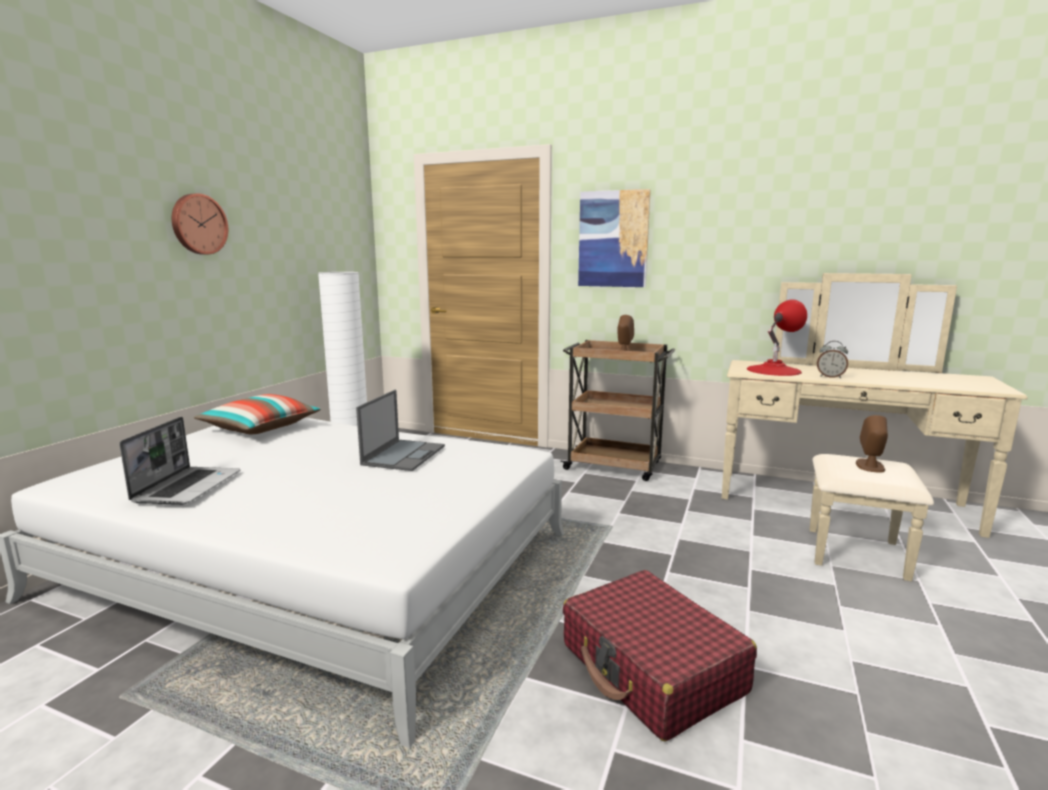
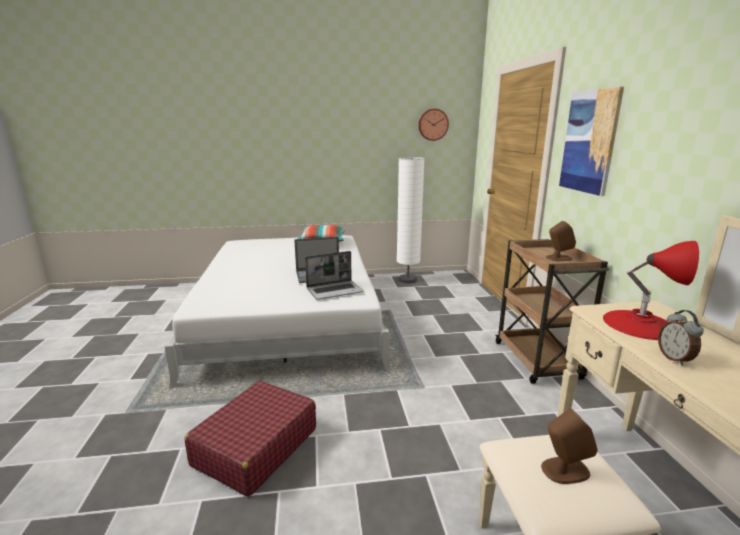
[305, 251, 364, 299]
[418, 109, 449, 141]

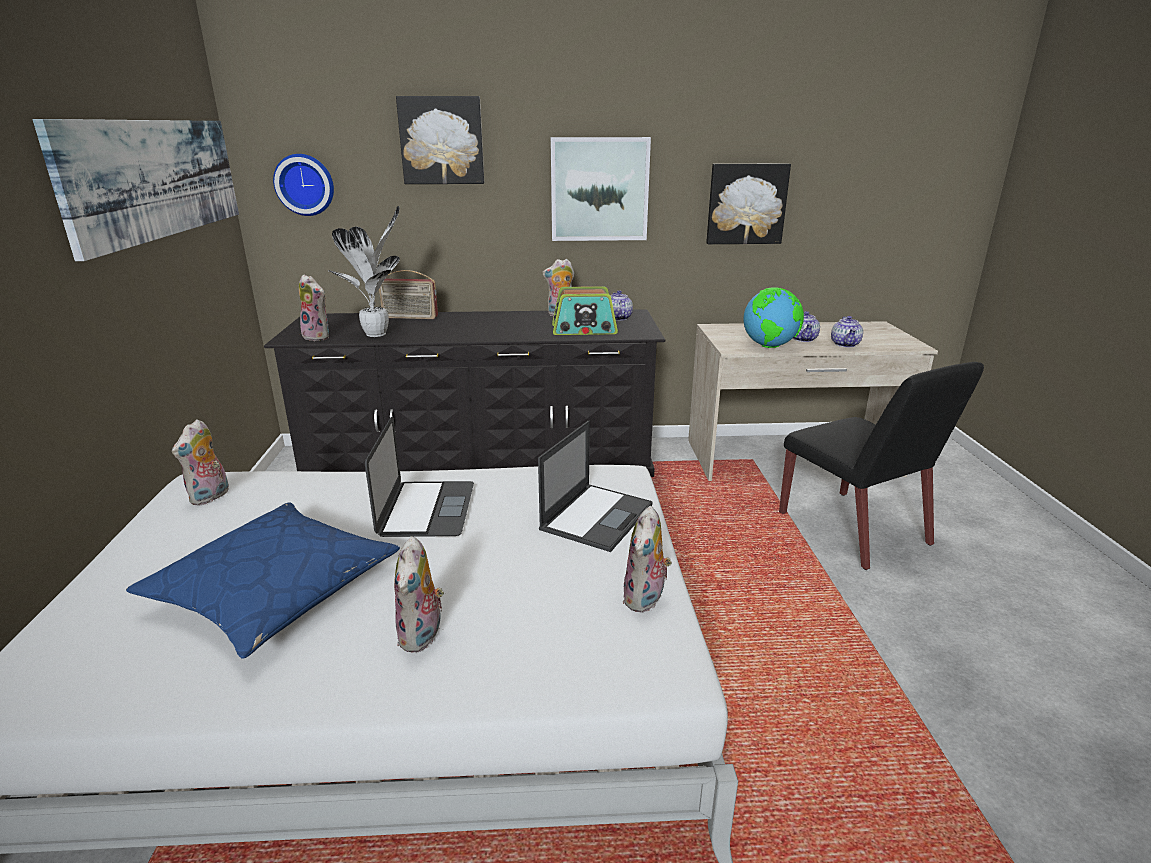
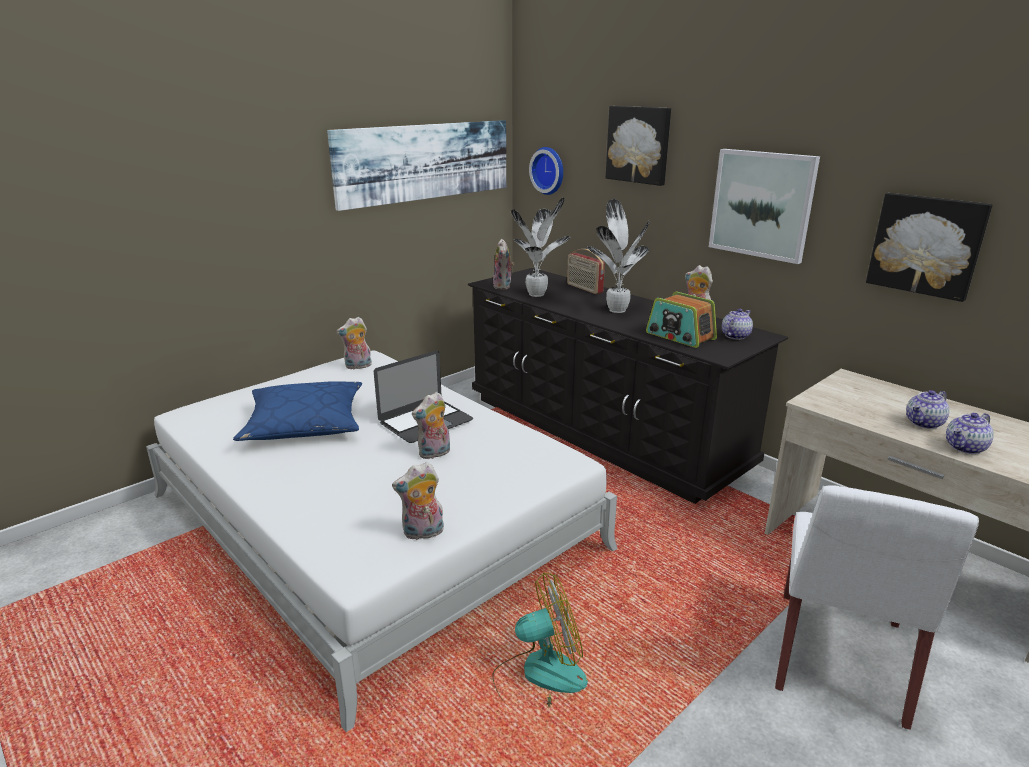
[538, 421, 653, 552] (first image)
[743, 287, 804, 348] (first image)
[492, 573, 588, 707]
[587, 199, 649, 313]
[412, 392, 450, 459]
[775, 485, 979, 730]

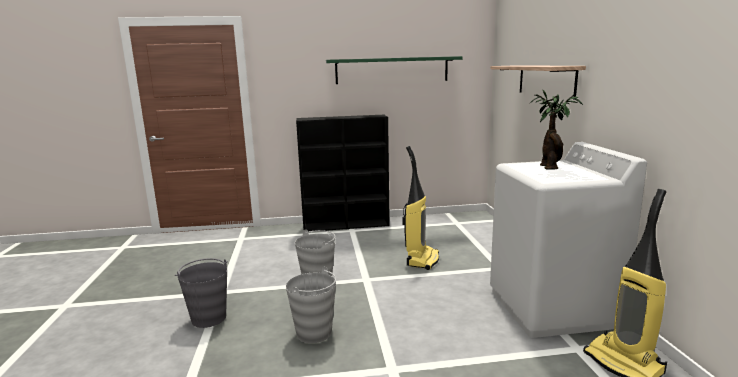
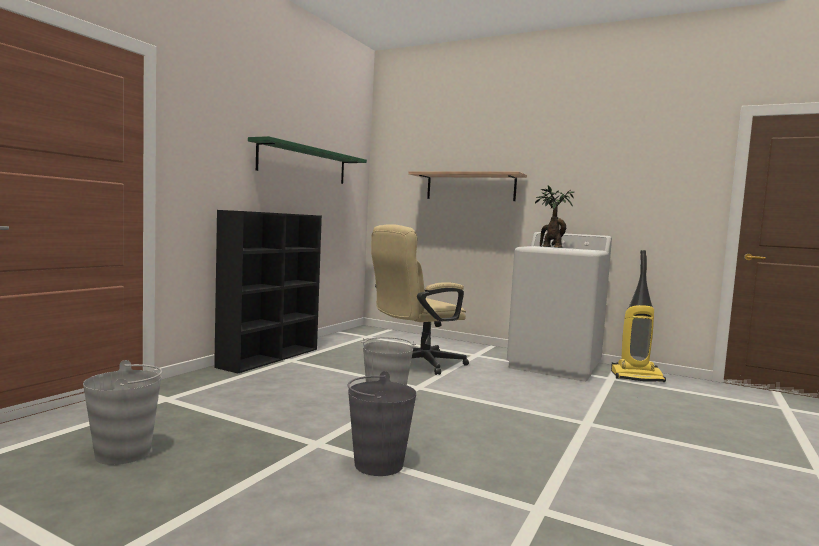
[83, 360, 162, 465]
[371, 224, 469, 375]

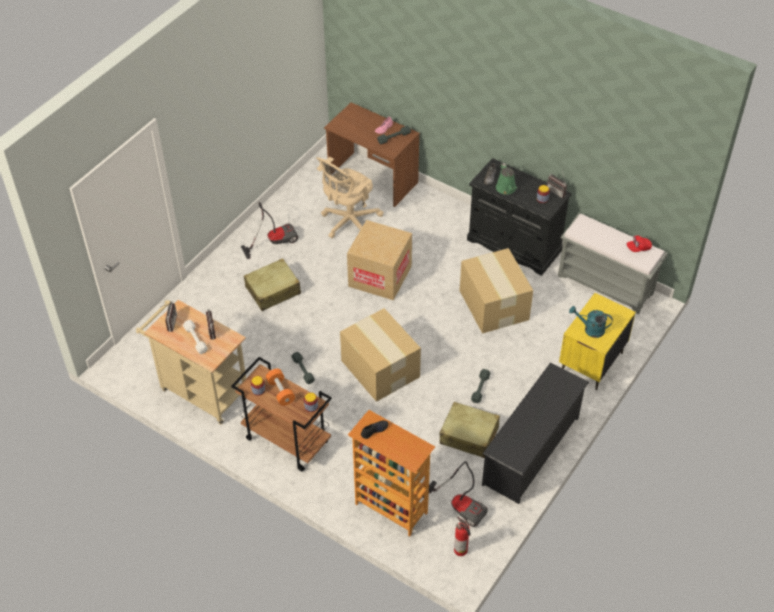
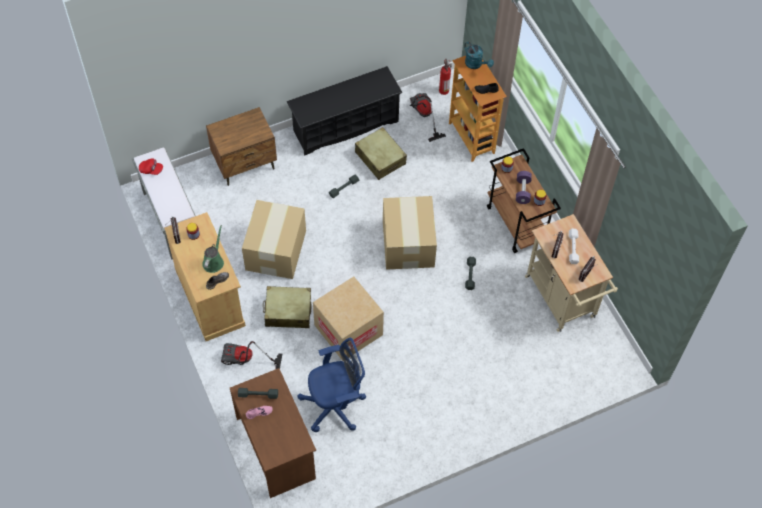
[221, 341, 282, 369]
[263, 286, 312, 328]
[464, 42, 494, 69]
[516, 171, 532, 204]
[297, 338, 366, 432]
[164, 212, 246, 341]
[206, 107, 277, 186]

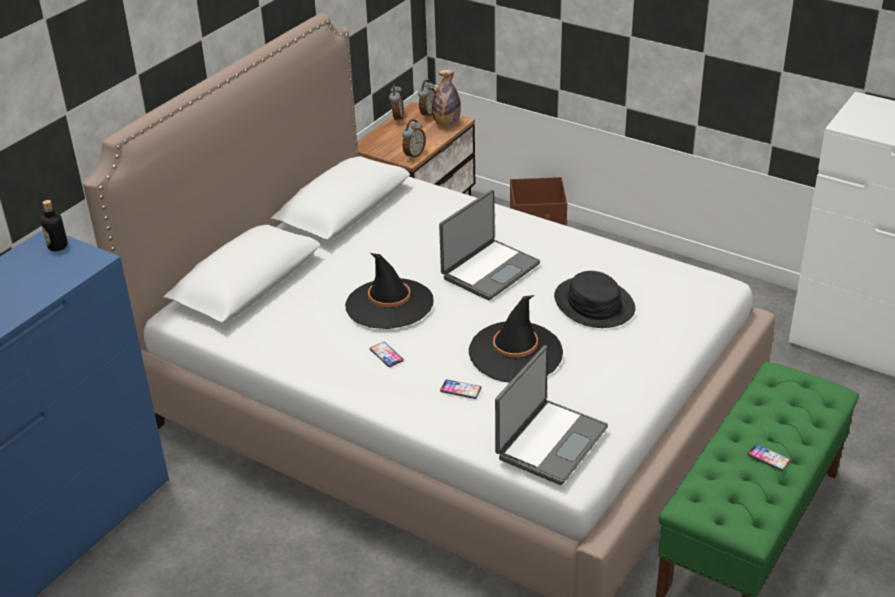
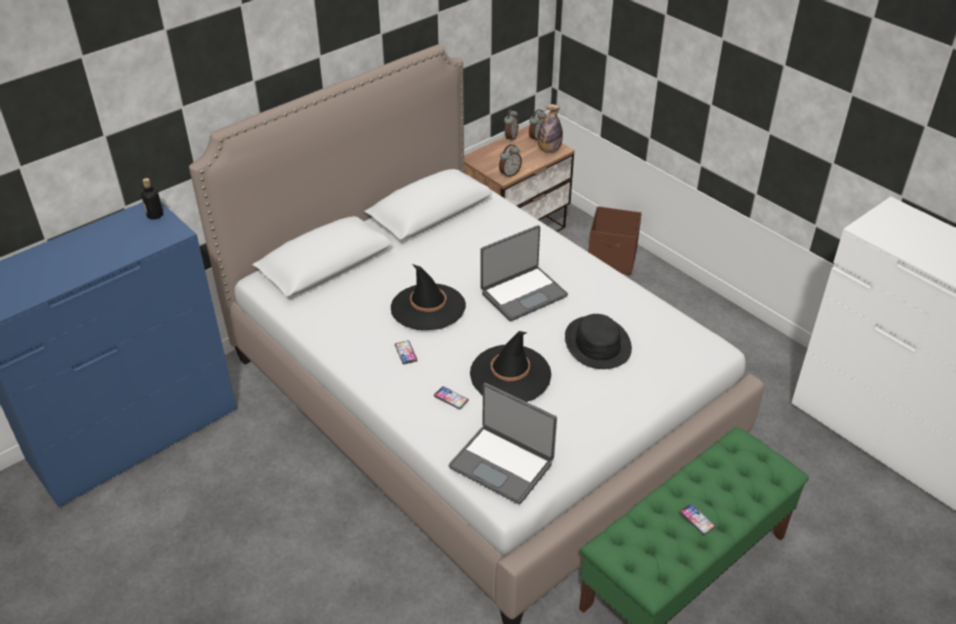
[449, 383, 557, 504]

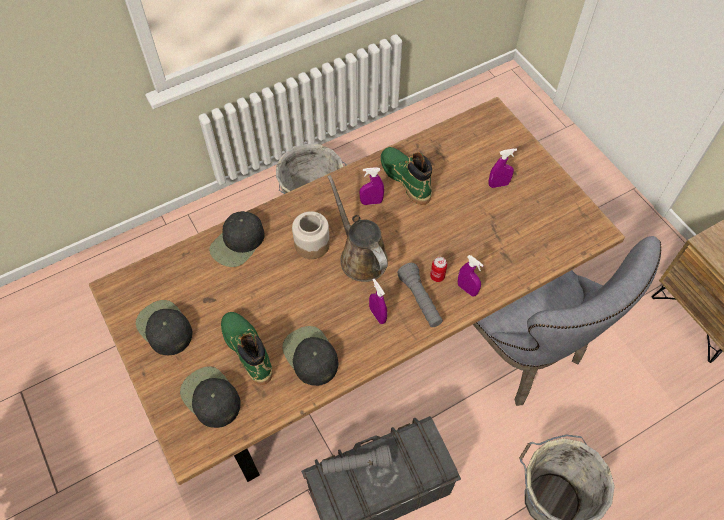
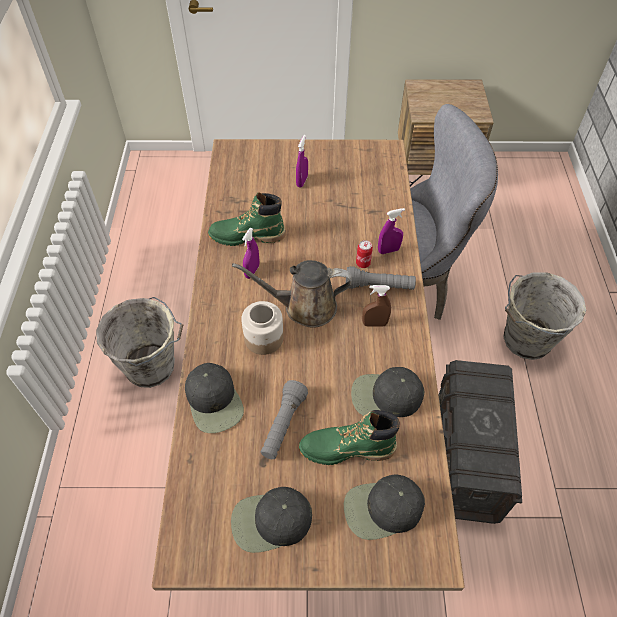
[261, 380, 308, 459]
[362, 285, 391, 327]

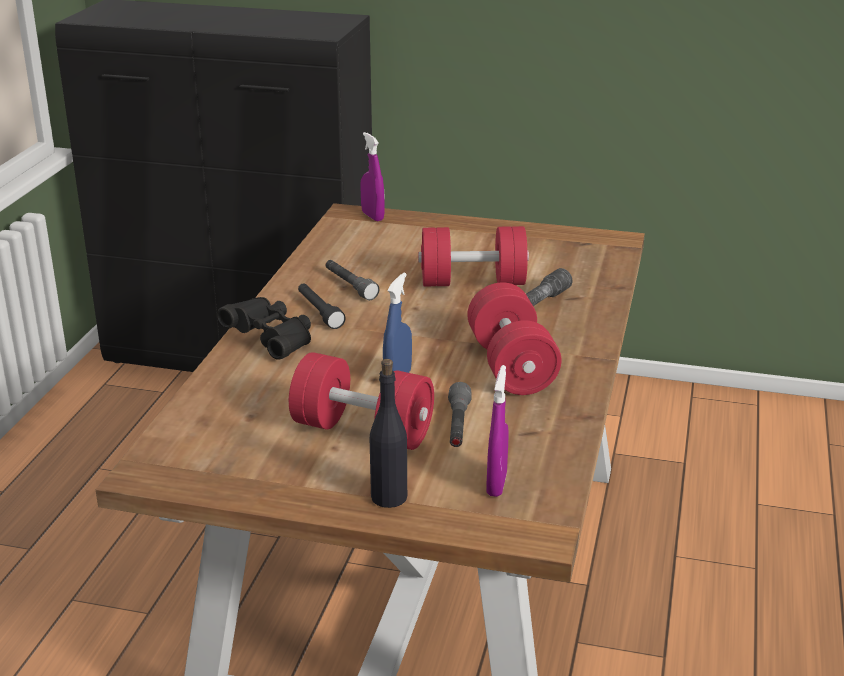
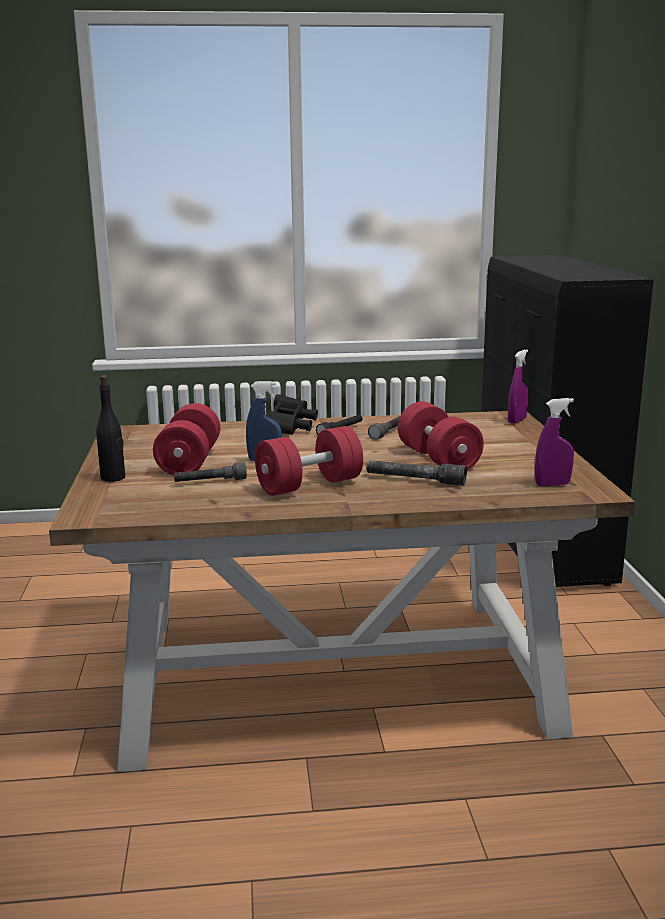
[535, 398, 574, 486]

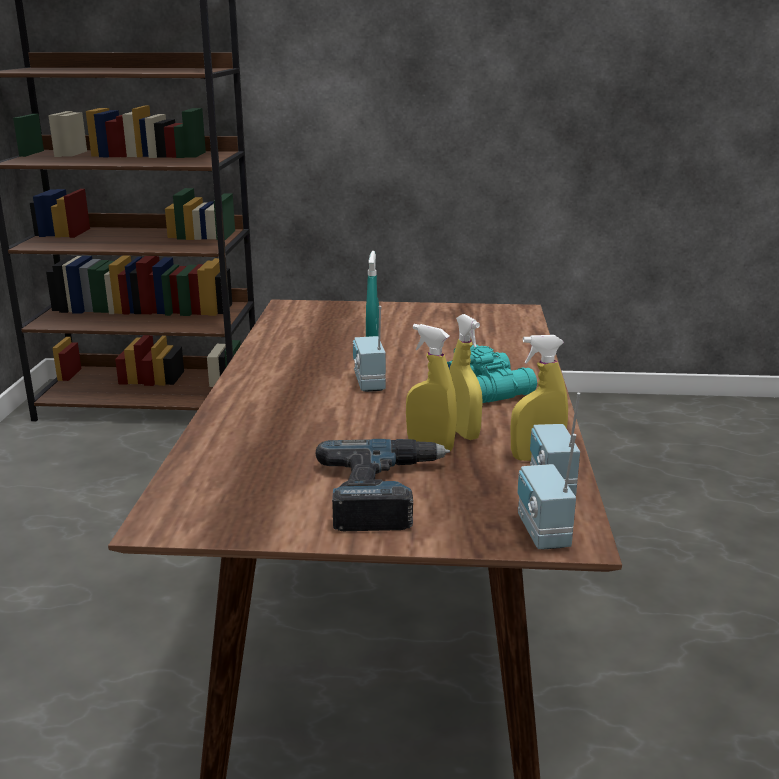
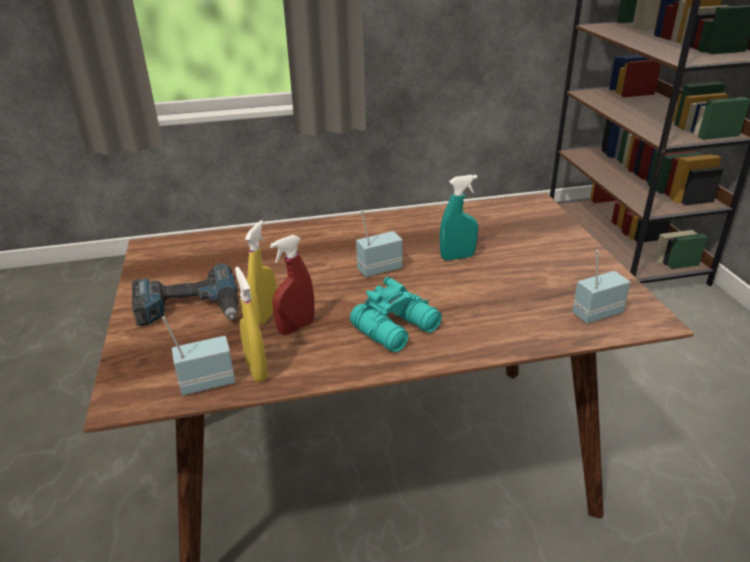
[572, 250, 630, 324]
[270, 235, 315, 334]

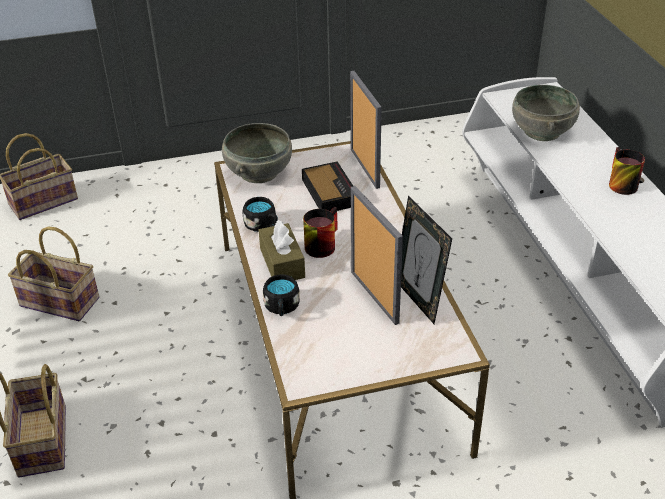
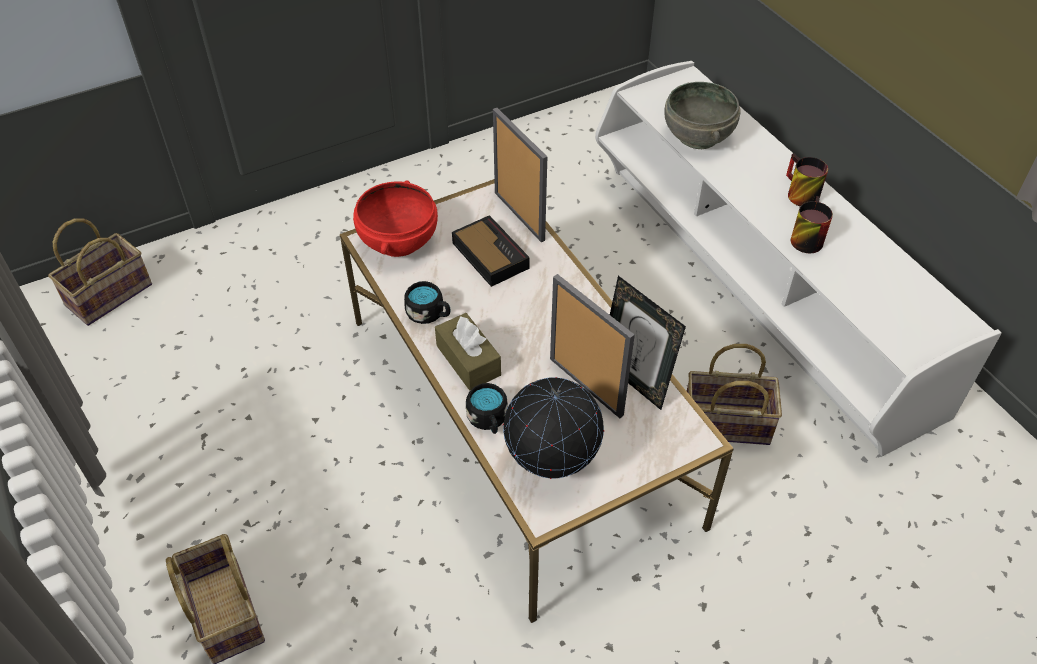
[503, 377, 604, 479]
[687, 344, 782, 445]
[791, 196, 833, 253]
[353, 180, 438, 257]

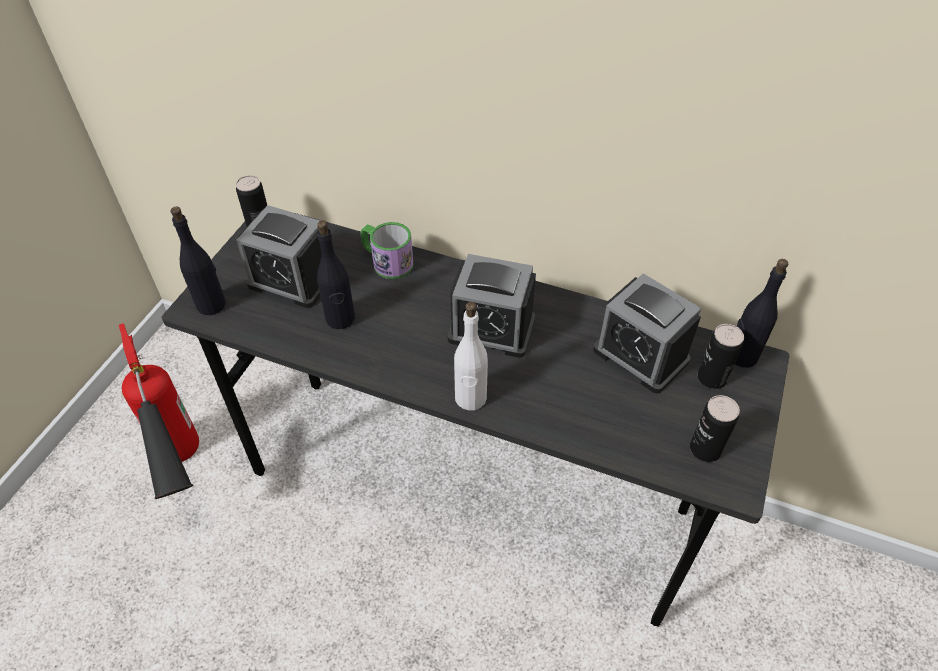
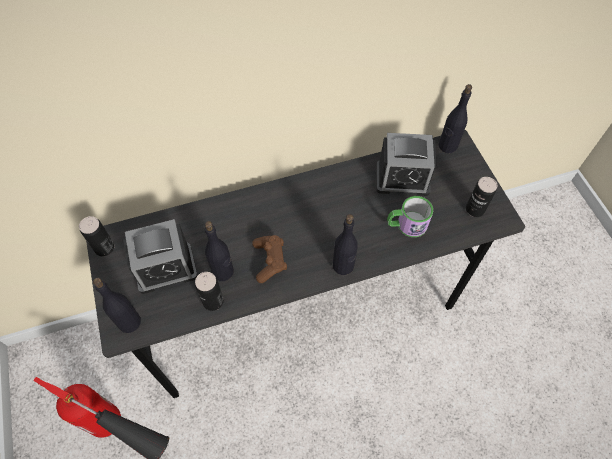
[447, 254, 536, 358] (first image)
[252, 235, 287, 283]
[387, 196, 433, 237]
[195, 272, 224, 311]
[333, 214, 357, 275]

